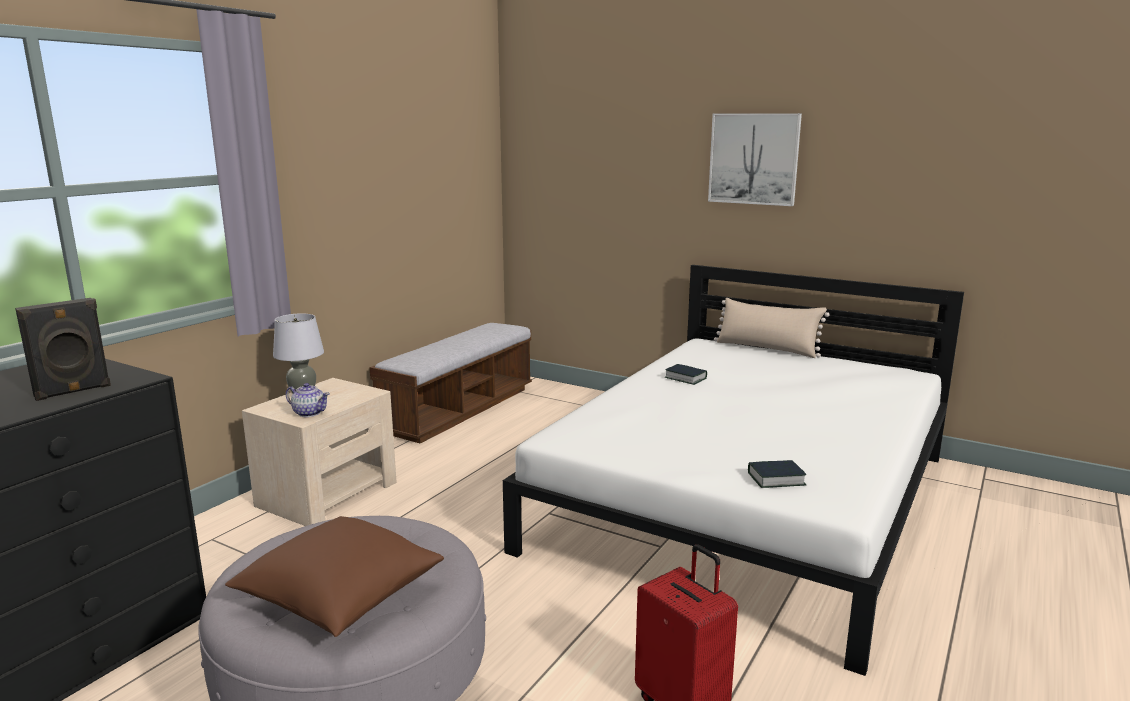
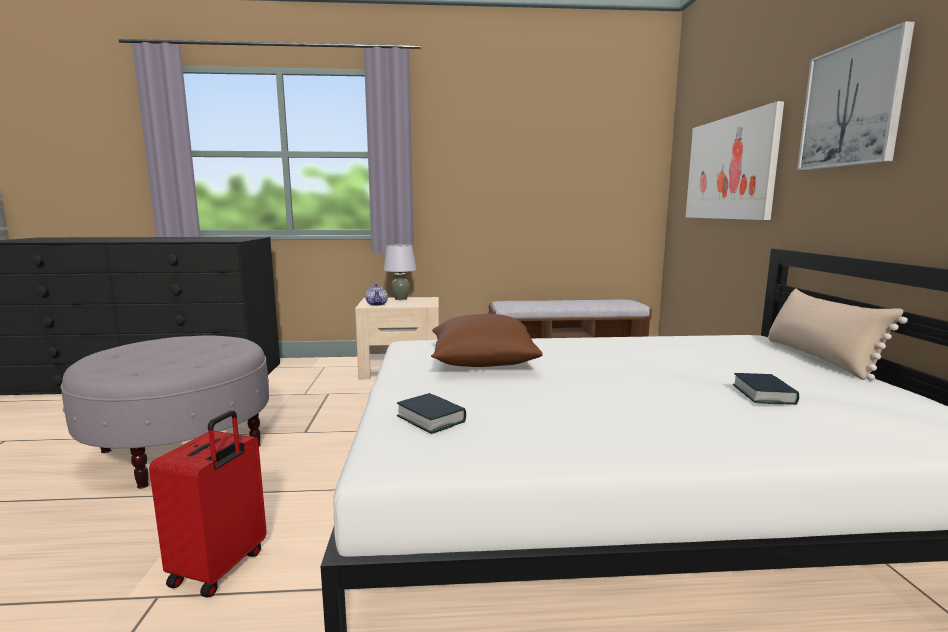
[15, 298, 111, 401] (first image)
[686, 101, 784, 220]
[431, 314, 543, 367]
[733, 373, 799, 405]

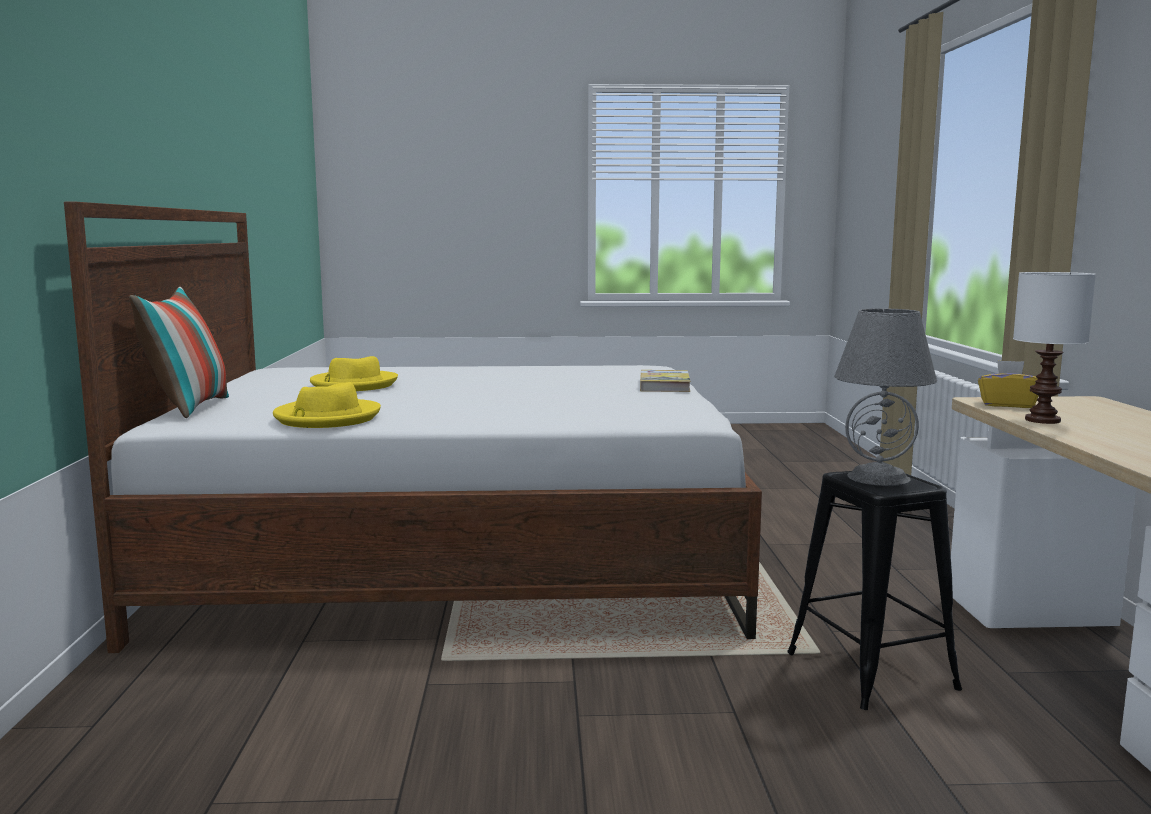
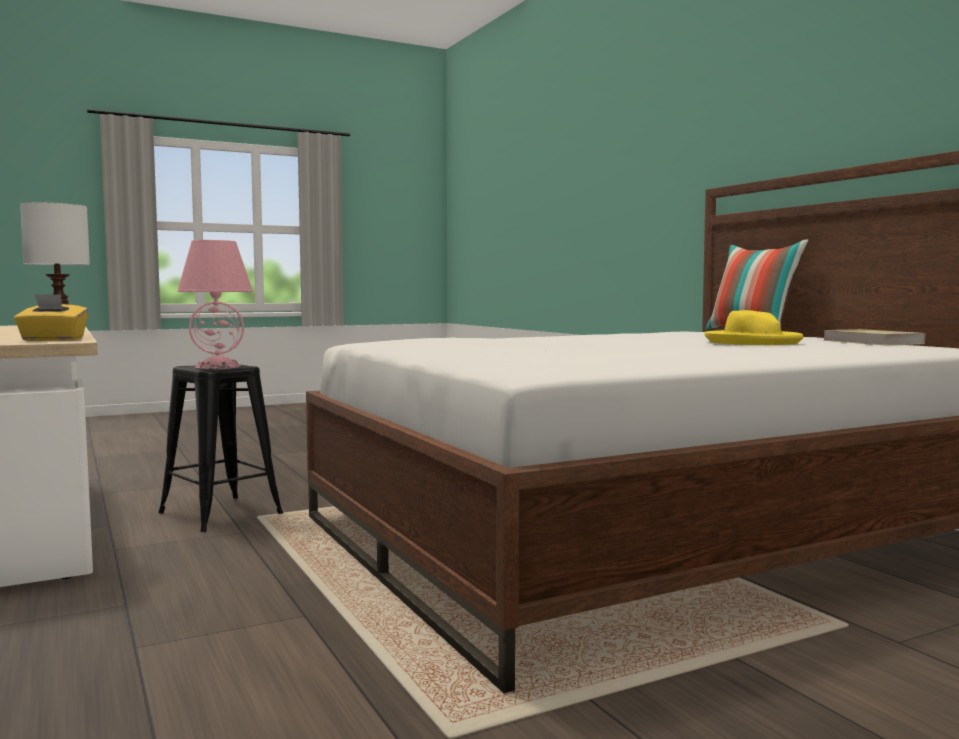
[273, 382, 381, 428] (first image)
[823, 329, 925, 346]
[177, 240, 253, 369]

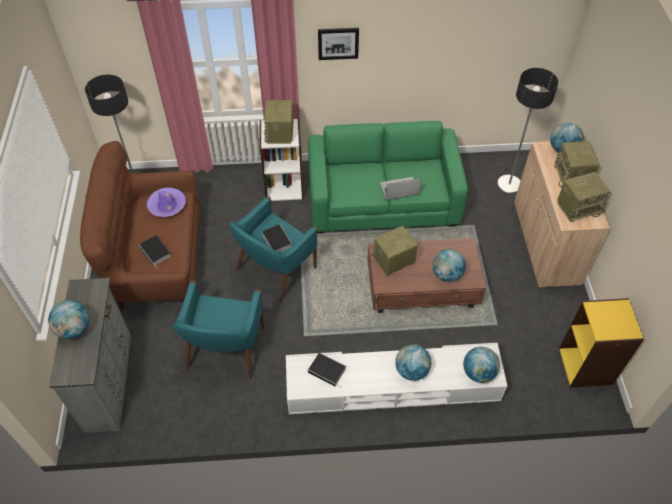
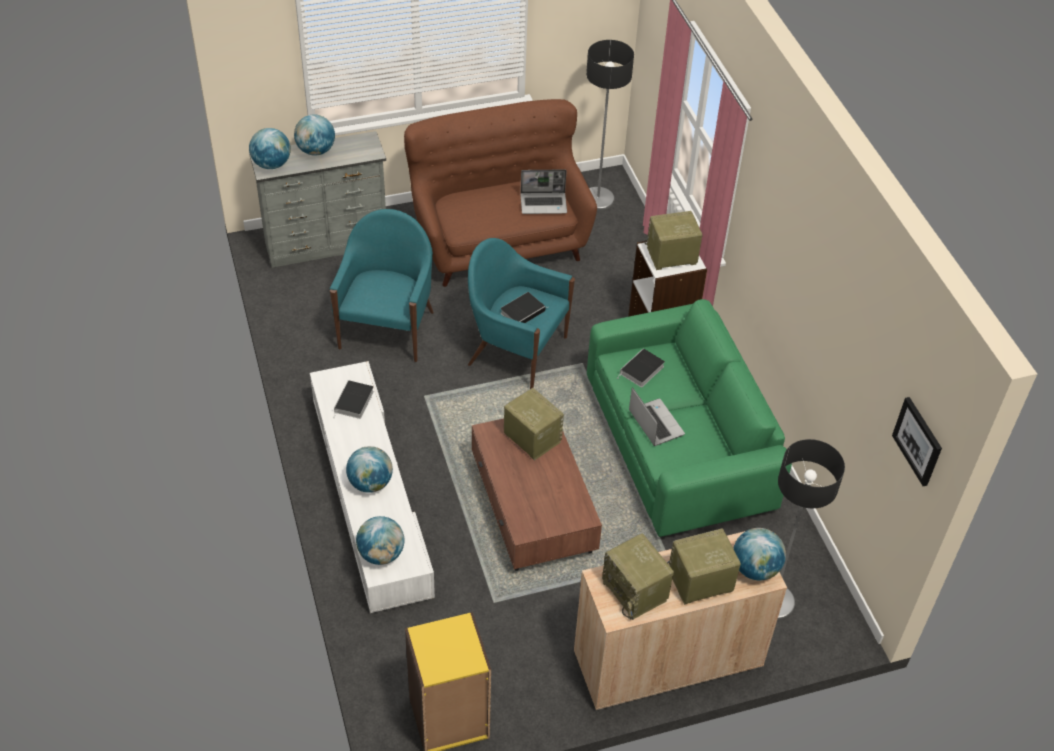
[617, 348, 665, 387]
[892, 397, 942, 486]
[249, 128, 291, 169]
[520, 169, 567, 214]
[330, 209, 434, 362]

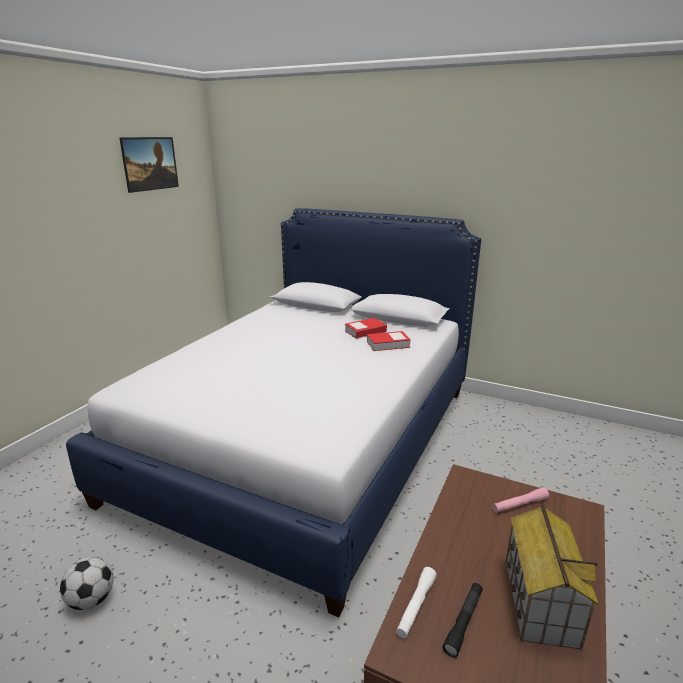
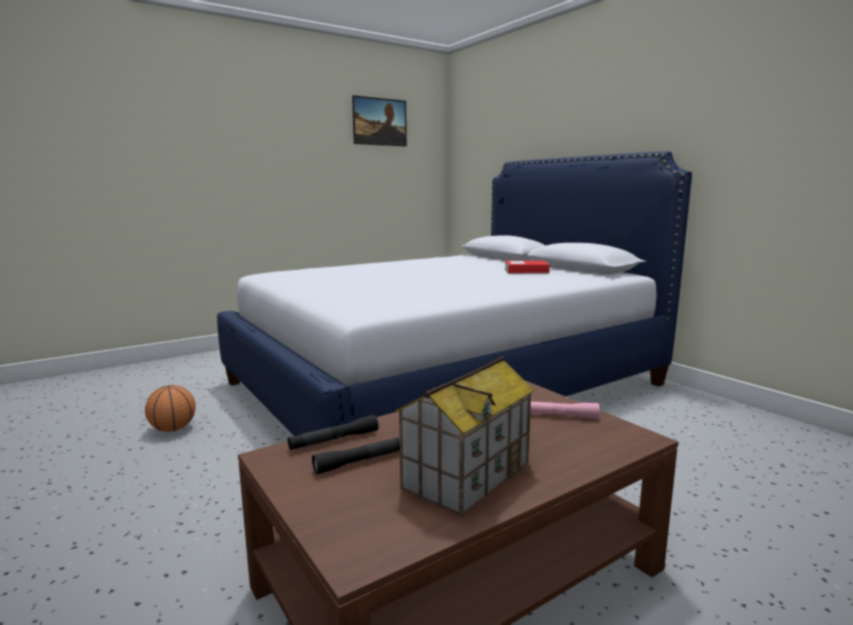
[367, 331, 411, 351] (first image)
[145, 385, 196, 432]
[288, 415, 379, 450]

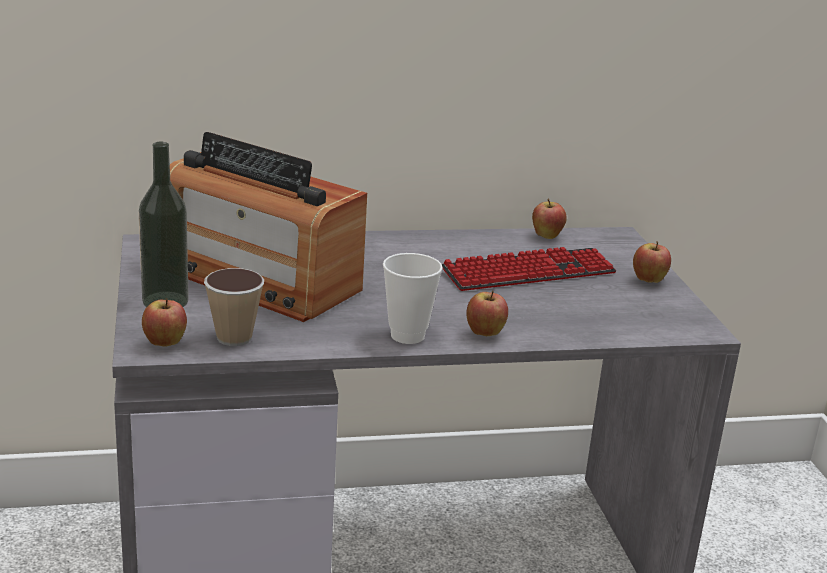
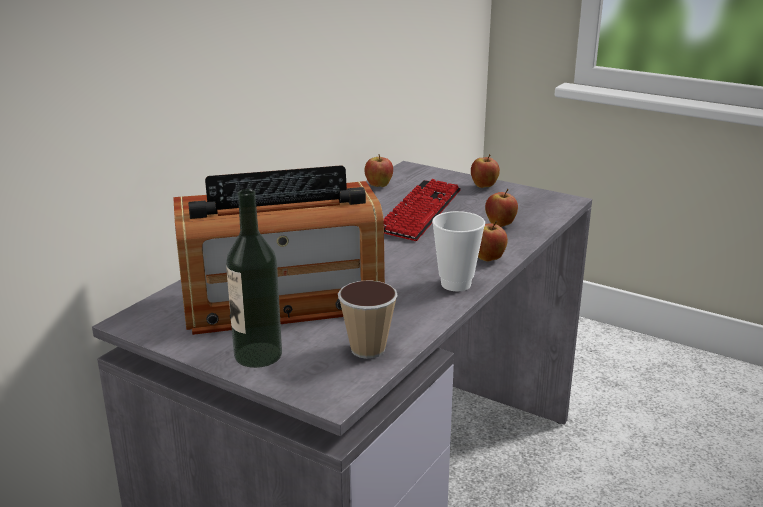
[485, 189, 518, 227]

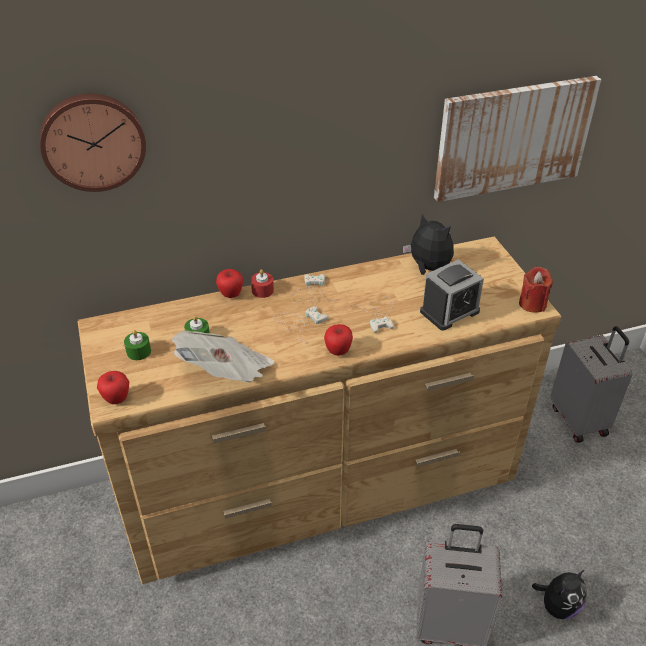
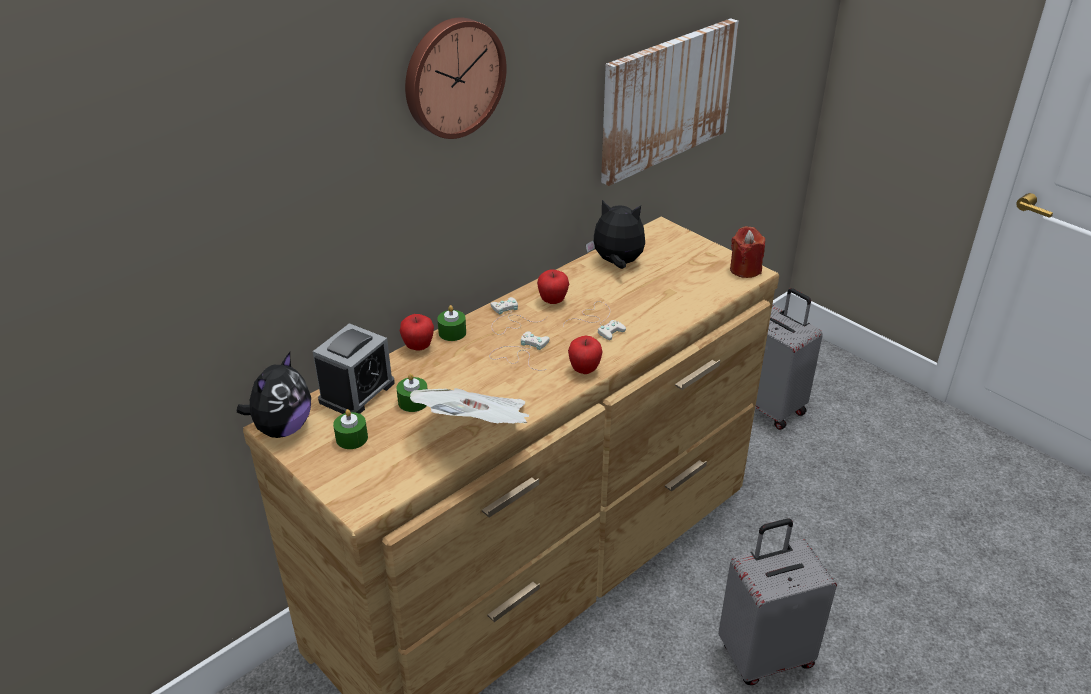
[405, 17, 507, 139]
[537, 270, 569, 304]
[313, 323, 395, 414]
[237, 352, 311, 438]
[437, 305, 466, 341]

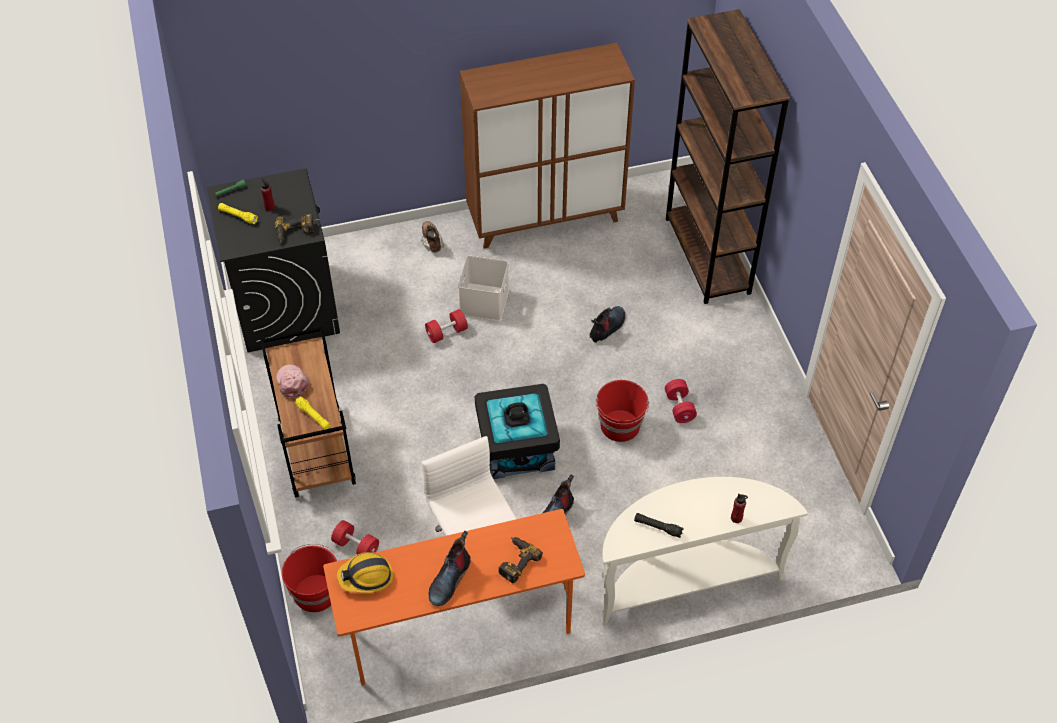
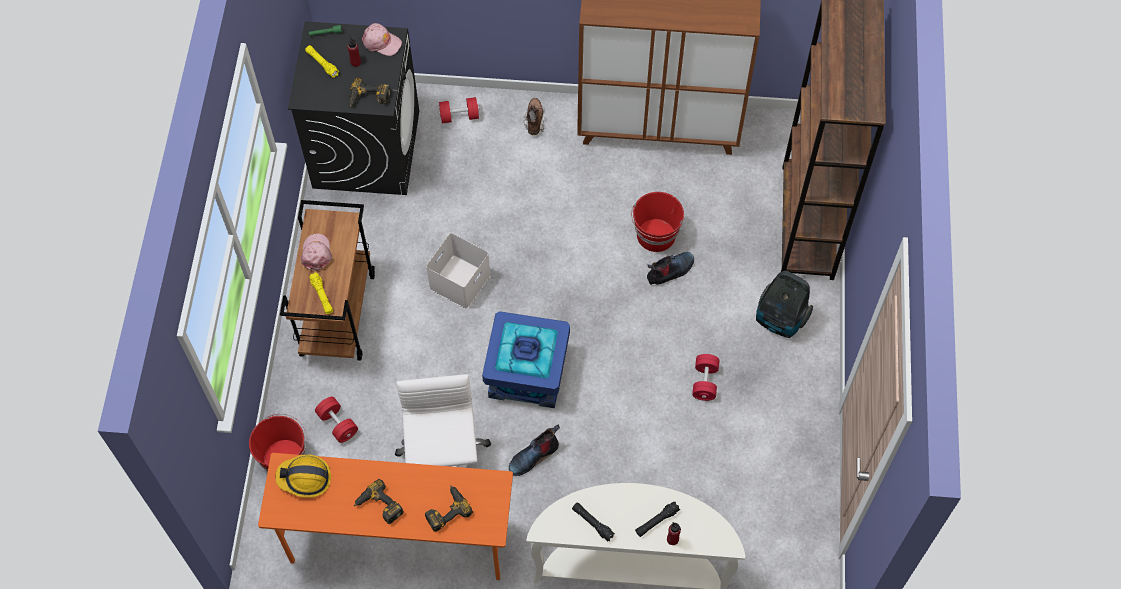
[362, 23, 402, 56]
[635, 501, 680, 537]
[756, 271, 813, 338]
[439, 97, 479, 123]
[426, 233, 491, 309]
[631, 192, 684, 252]
[354, 479, 403, 524]
[482, 311, 570, 408]

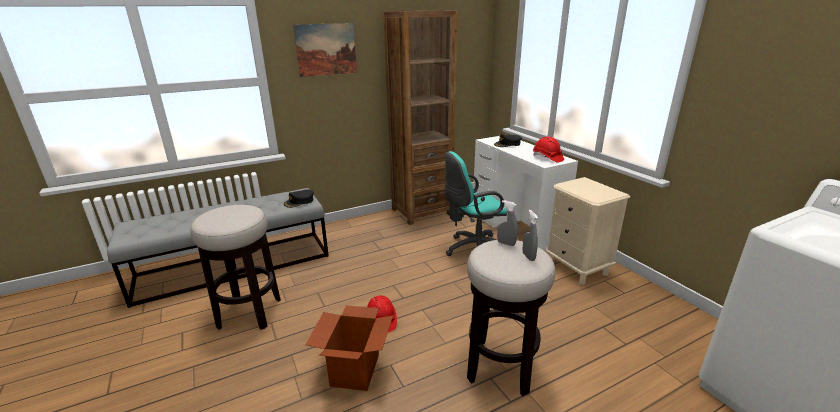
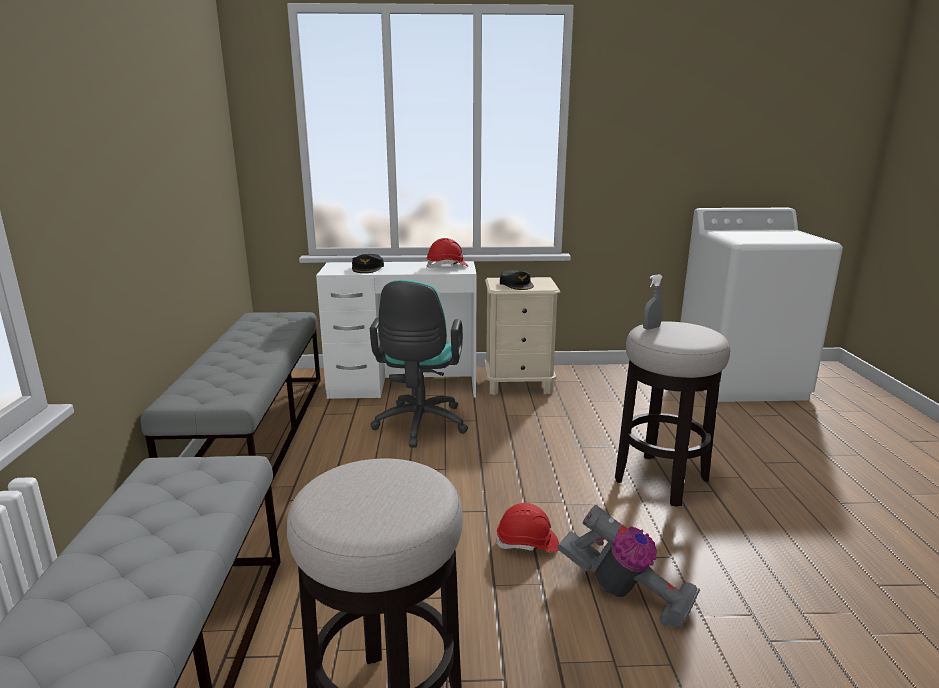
[293, 23, 357, 77] (first image)
[523, 210, 538, 261] (first image)
[500, 270, 534, 290]
[557, 505, 700, 629]
[140, 312, 321, 506]

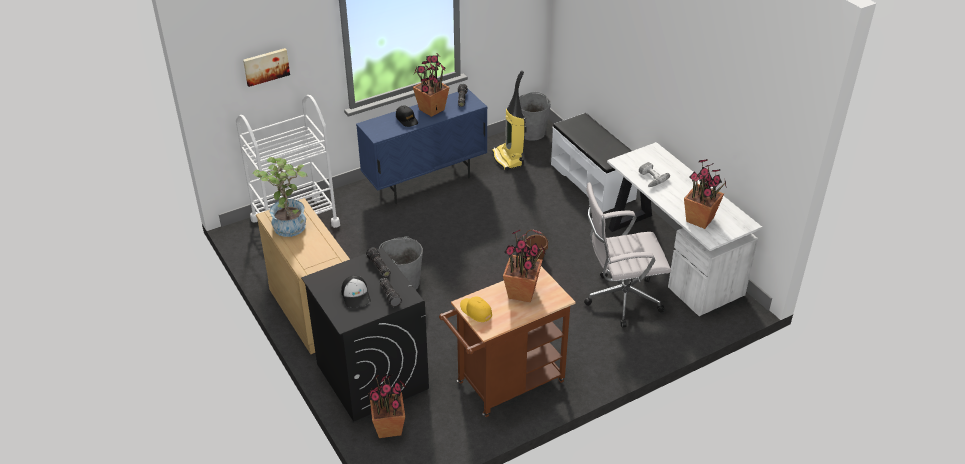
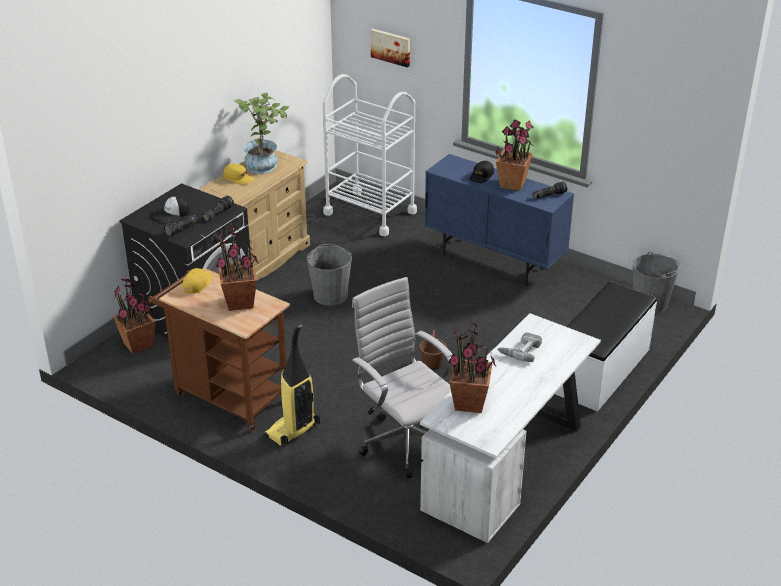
[223, 164, 254, 185]
[264, 324, 320, 448]

